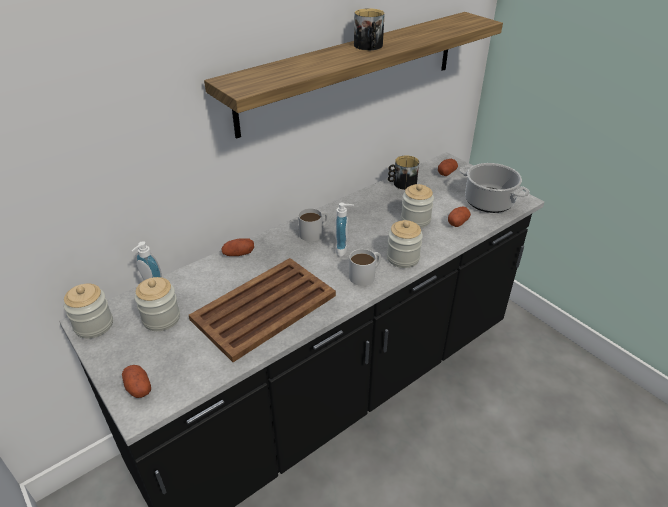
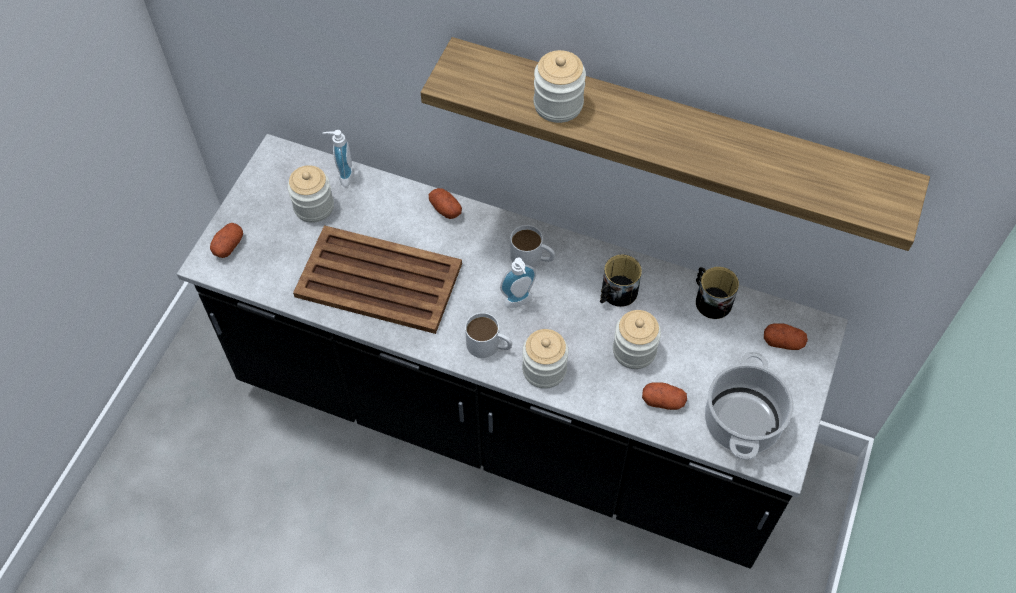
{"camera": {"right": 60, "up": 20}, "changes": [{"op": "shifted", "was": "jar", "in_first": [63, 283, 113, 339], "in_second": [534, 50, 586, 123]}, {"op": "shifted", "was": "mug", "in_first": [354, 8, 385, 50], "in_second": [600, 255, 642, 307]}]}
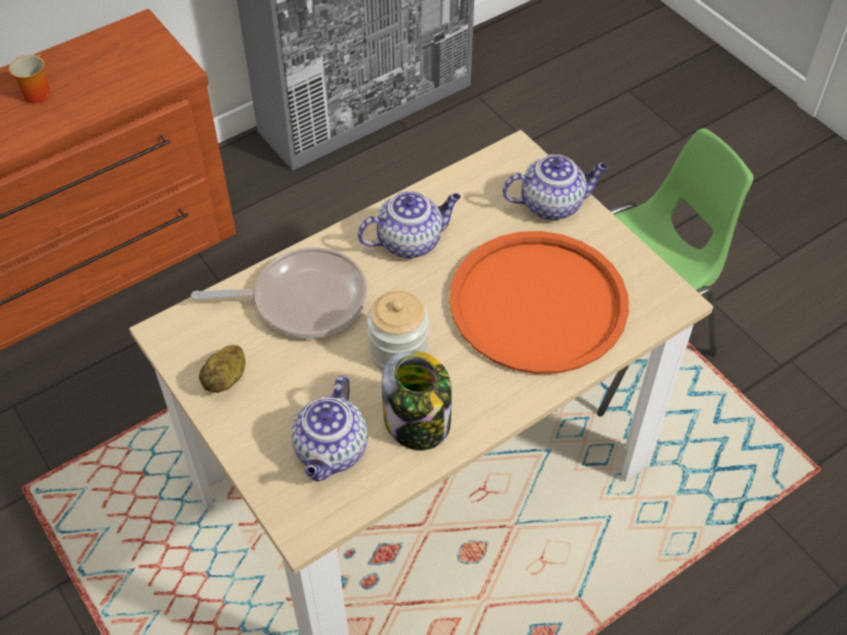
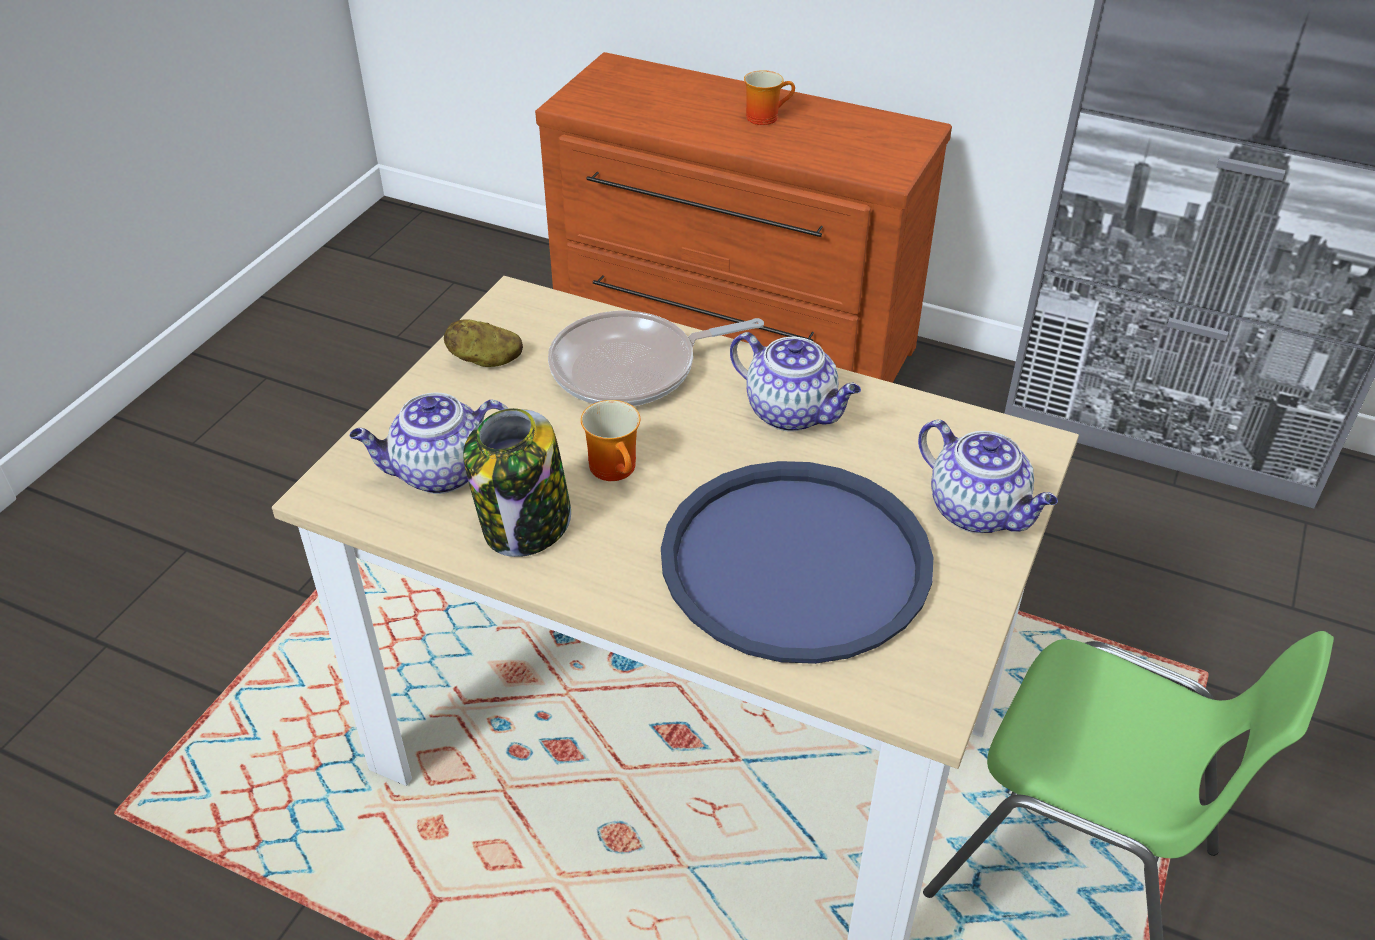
{"camera": {"right": 60, "up": -10}, "changes": [{"op": "rotated", "was": "frying pan", "in_first": [191, 247, 367, 339], "in_second": [548, 311, 764, 406], "clockwise": 105}, {"op": "swapped", "was": "jar", "now": "mug", "in_first": [367, 291, 429, 371], "in_second": [581, 400, 640, 481]}, {"op": "repainted", "was": "orange tray", "now": "blue tray", "in_first": [449, 231, 629, 374], "in_second": [661, 461, 933, 664]}]}
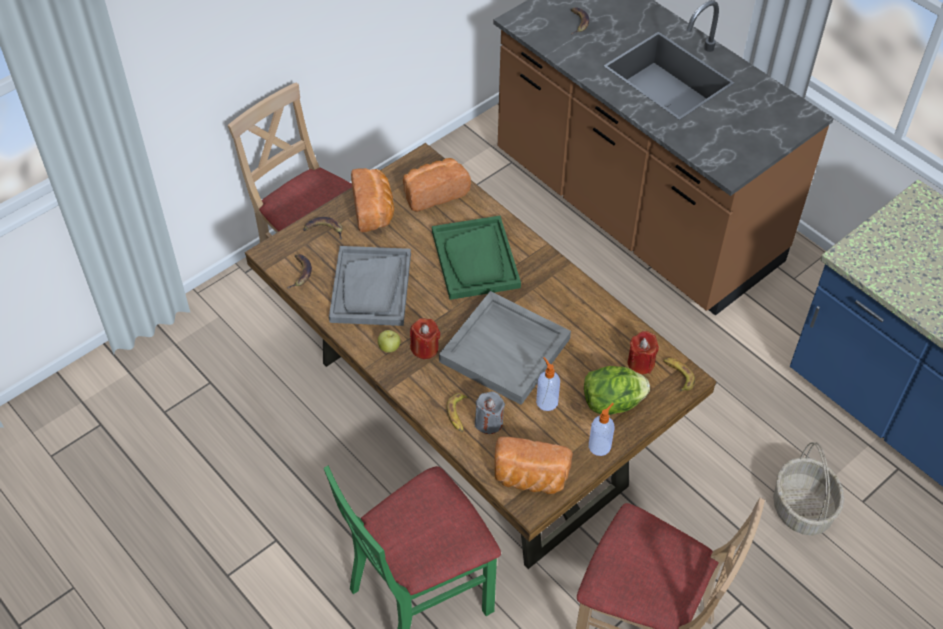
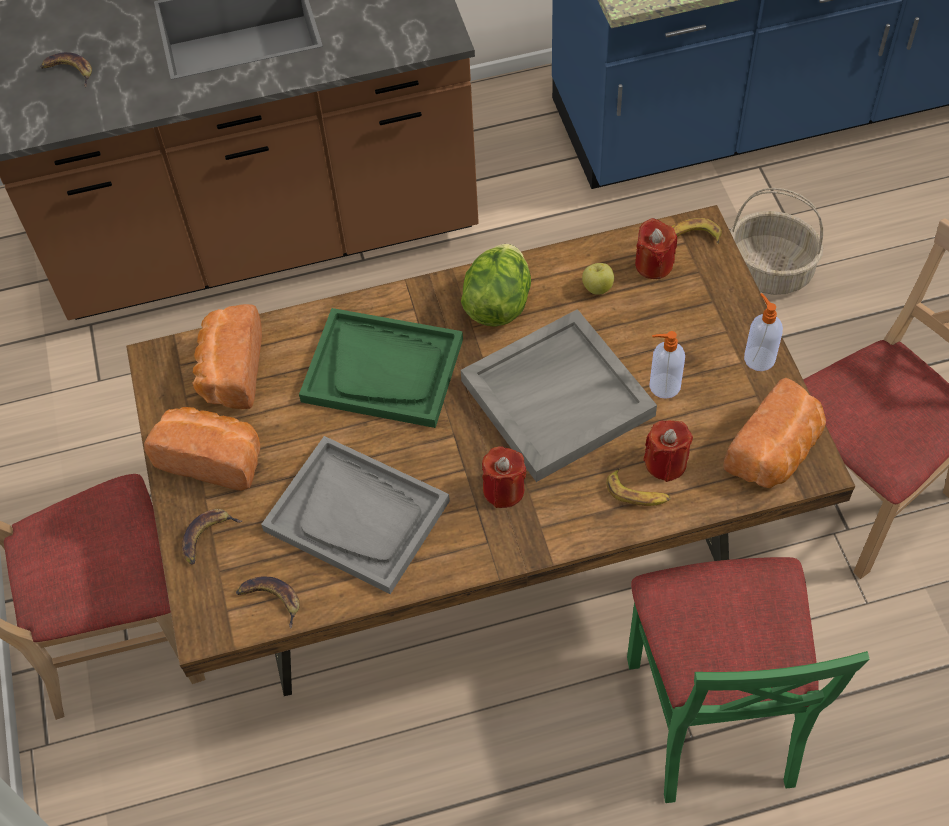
{"camera": {"right": -60, "up": 5}, "changes": [{"op": "shifted", "was": "apple", "in_first": [378, 330, 401, 353], "in_second": [582, 263, 614, 295]}, {"op": "repainted", "was": "grey candle", "now": "red candle", "in_first": [475, 391, 505, 434], "in_second": [643, 420, 693, 482]}, {"op": "shifted", "was": "lettuce", "in_first": [584, 366, 650, 415], "in_second": [461, 244, 531, 327]}]}
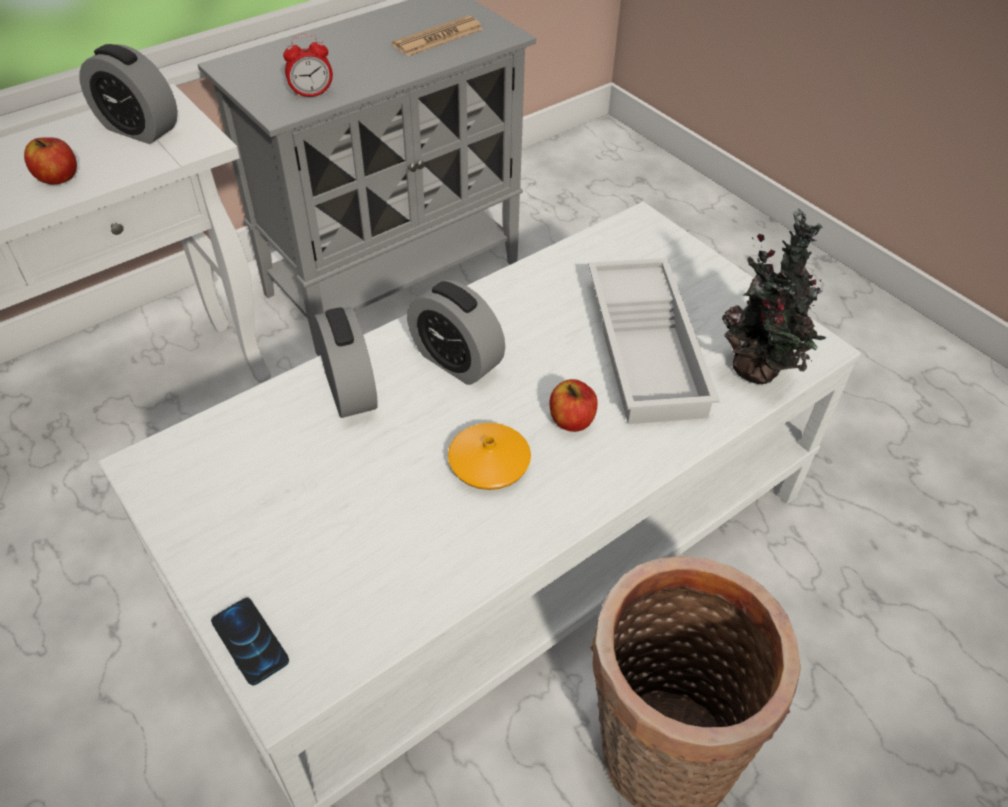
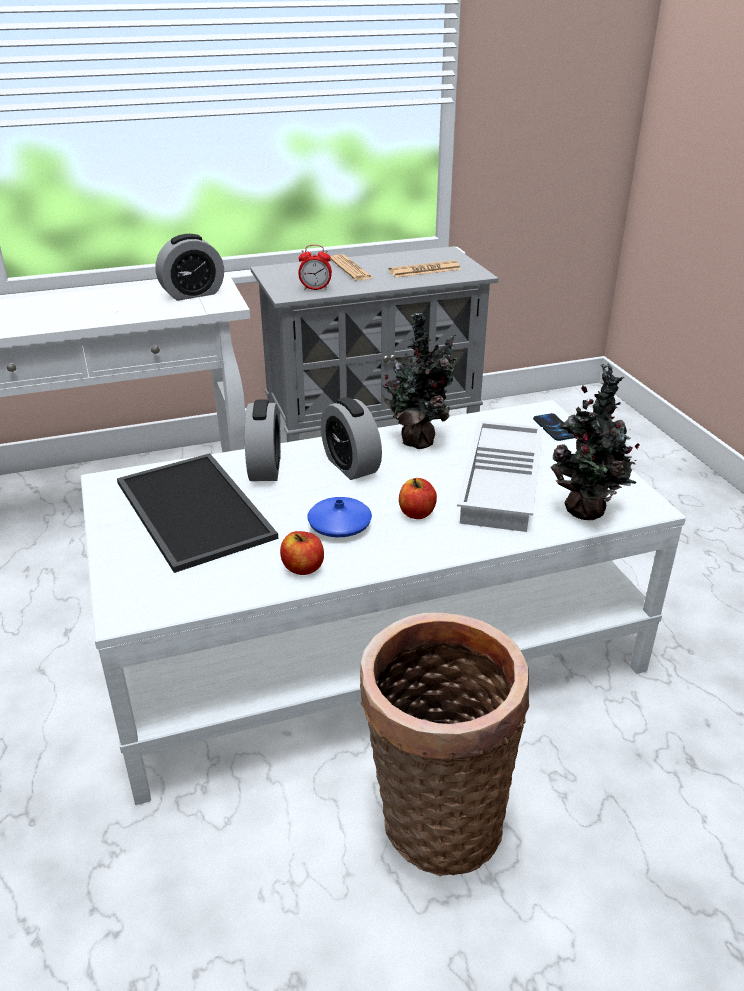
{"camera": {"right": 20, "up": -15}, "changes": [{"op": "shifted", "was": "apple", "in_first": [24, 137, 77, 184], "in_second": [280, 531, 324, 575]}, {"op": "rotated", "was": "alarm clock", "in_first": [79, 44, 178, 144], "in_second": [156, 234, 224, 301], "clockwise": -75}, {"op": "shifted", "was": "phone", "in_first": [211, 597, 289, 685], "in_second": [533, 413, 575, 441]}, {"op": "repainted", "was": "orange vase", "now": "blue vase", "in_first": [448, 423, 531, 490], "in_second": [307, 497, 372, 537]}, {"op": "new", "now": "tray", "in_second": [117, 453, 278, 573]}, {"op": "new", "now": "newspaper", "in_second": [331, 254, 373, 281]}, {"op": "new", "now": "potted plant", "in_second": [381, 312, 457, 449]}]}
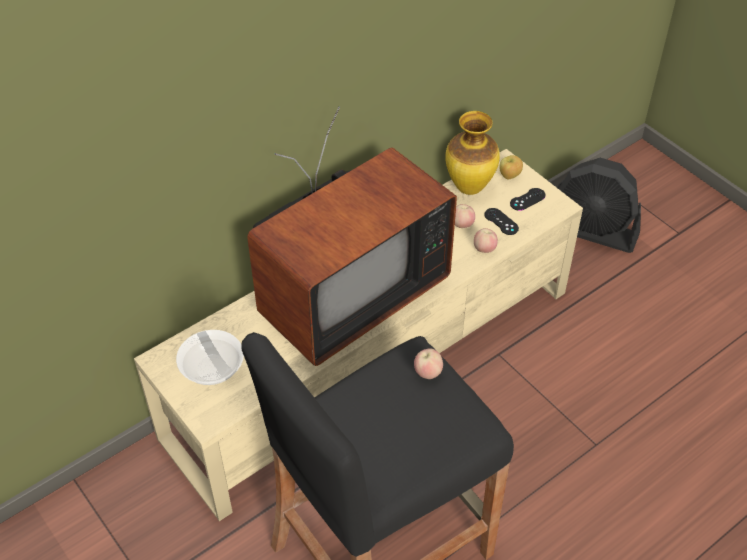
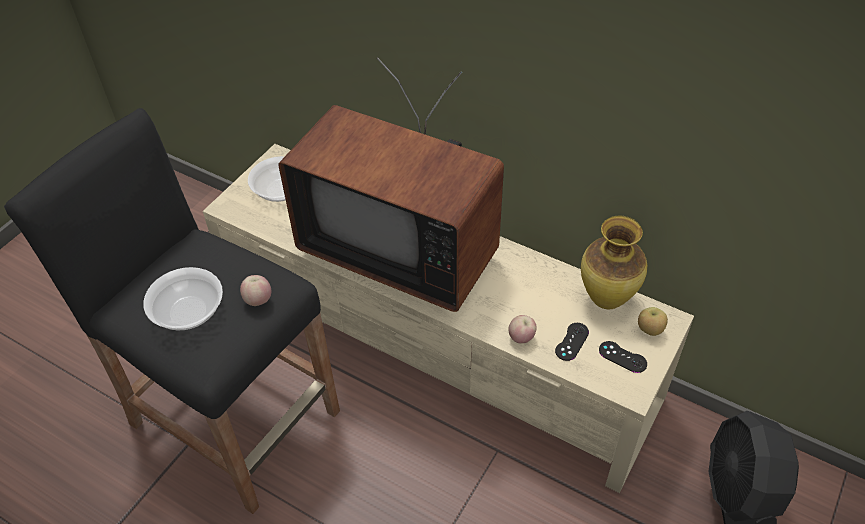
{"camera": {"right": 70, "up": 0}, "changes": [{"op": "gone", "was": "apple", "in_first": [455, 204, 475, 228]}, {"op": "new", "now": "bowl", "in_second": [143, 267, 223, 330]}]}
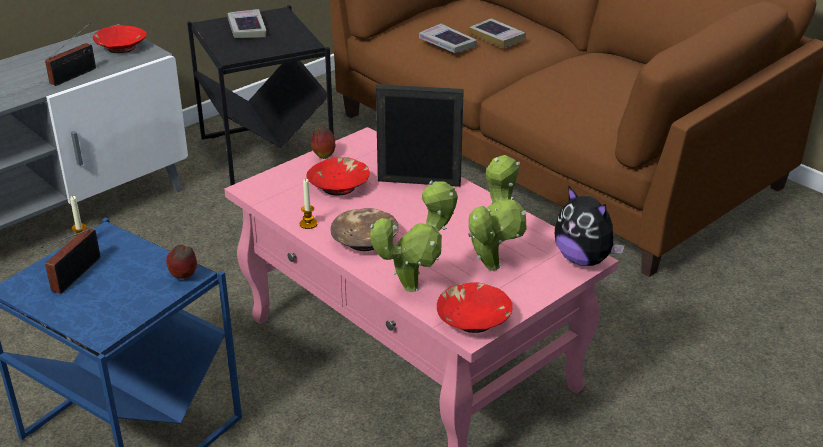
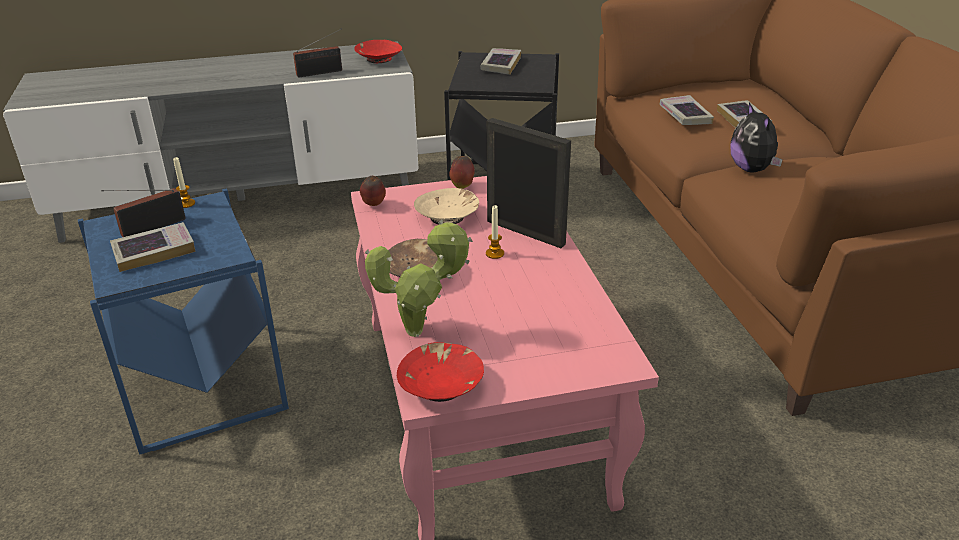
{"camera": {"right": 30, "up": 0}, "changes": [{"op": "shifted", "was": "apple", "in_first": [166, 245, 197, 279], "in_second": [360, 176, 386, 206]}, {"op": "shifted", "was": "candle", "in_first": [300, 179, 318, 229], "in_second": [486, 205, 504, 259]}, {"op": "repainted", "was": "red bowl", "now": "beige bowl", "in_first": [306, 157, 370, 196], "in_second": [414, 188, 479, 225]}, {"op": "gone", "was": "potted plant", "in_first": [468, 155, 527, 271]}, {"op": "shifted", "was": "plush toy", "in_first": [555, 186, 625, 266], "in_second": [731, 103, 783, 173]}, {"op": "new", "now": "book", "in_second": [110, 222, 196, 272]}]}
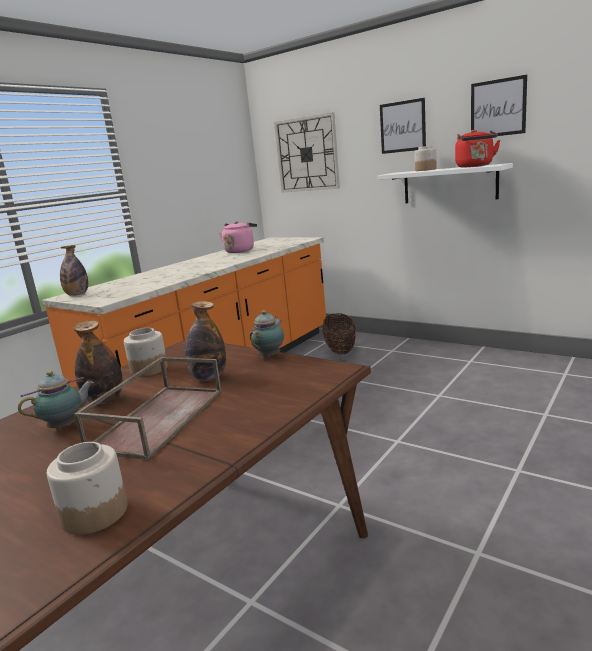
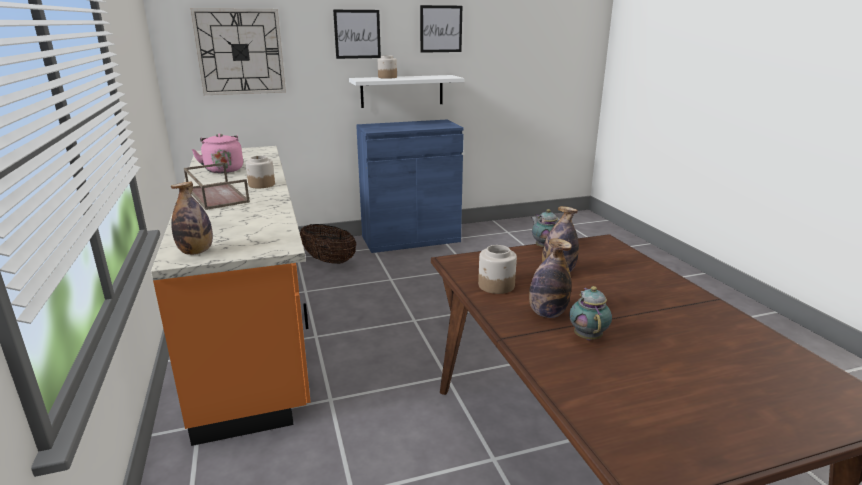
{"camera": {"right": -55, "up": 5}, "changes": [{"op": "shifted", "was": "jar", "in_first": [47, 442, 127, 535], "in_second": [246, 156, 275, 188]}, {"op": "shifted", "was": "brown tray", "in_first": [74, 357, 222, 460], "in_second": [184, 163, 250, 210]}, {"op": "gone", "was": "red kettle", "in_first": [455, 129, 500, 168]}, {"op": "new", "now": "blue cabinet", "in_second": [356, 120, 464, 253]}]}
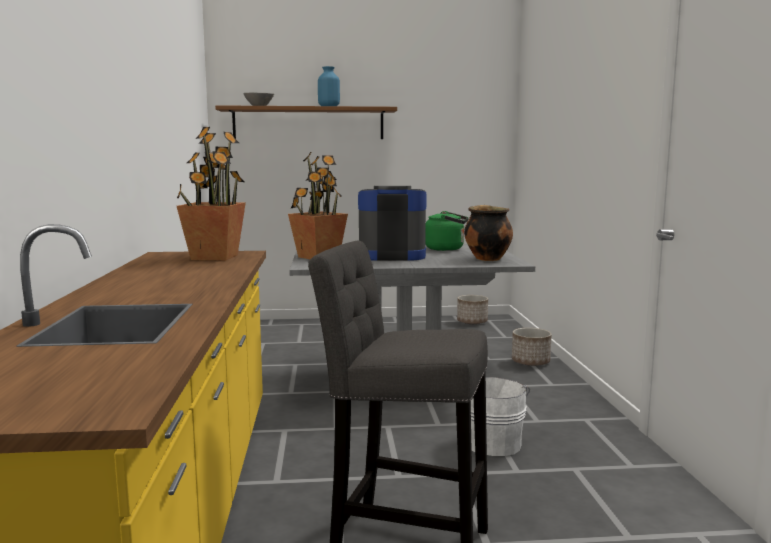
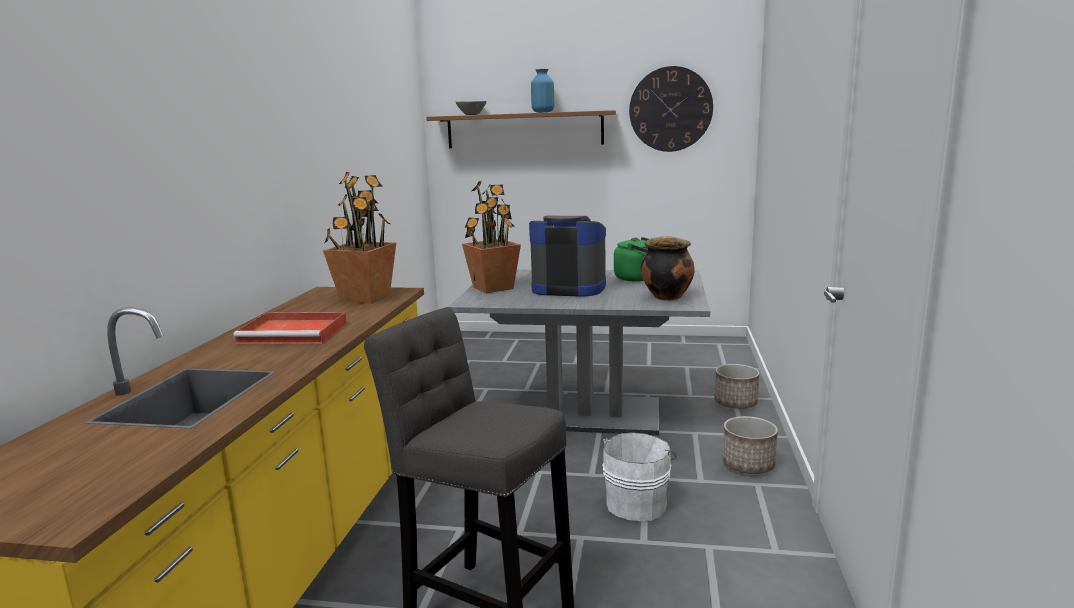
{"camera": {"right": 15, "up": 5}, "changes": [{"op": "shifted", "was": "planter", "in_first": [457, 295, 488, 324], "in_second": [722, 416, 778, 474]}, {"op": "new", "now": "red tray", "in_second": [234, 312, 347, 344]}, {"op": "new", "now": "wall clock", "in_second": [629, 66, 713, 152]}]}
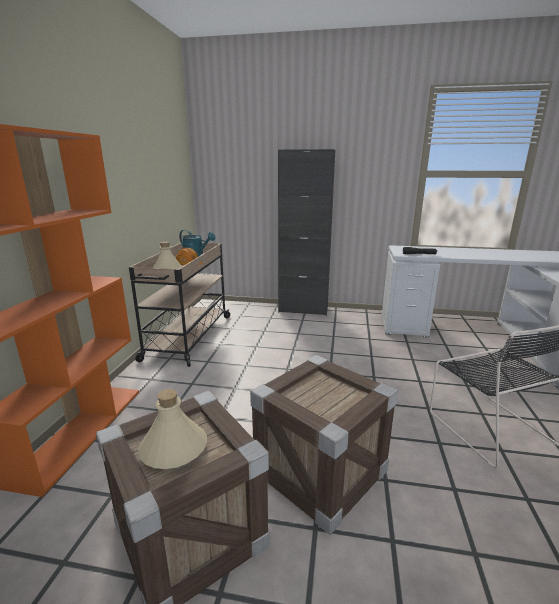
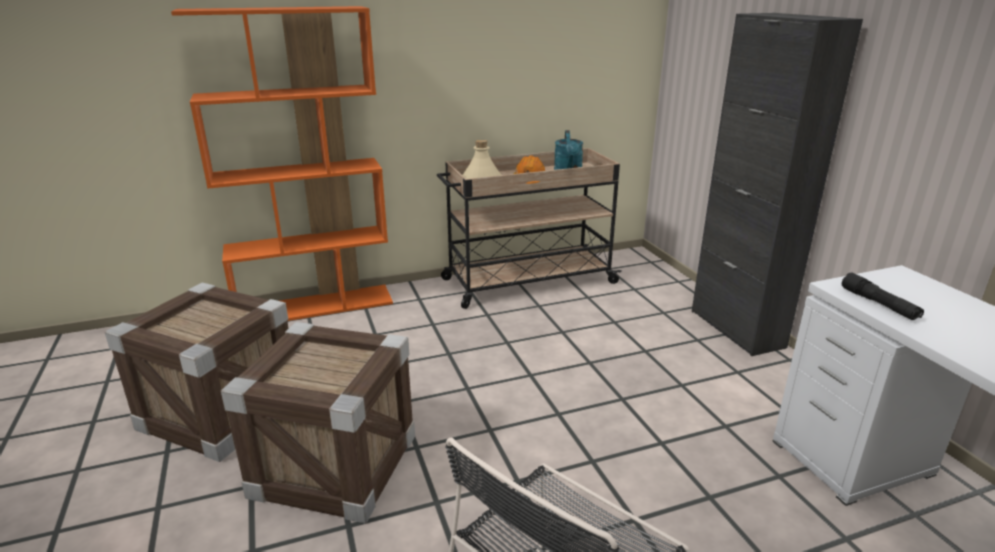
{"camera": {"right": 60, "up": 5}, "changes": [{"op": "gone", "was": "beige bottle", "in_first": [138, 389, 207, 469]}]}
